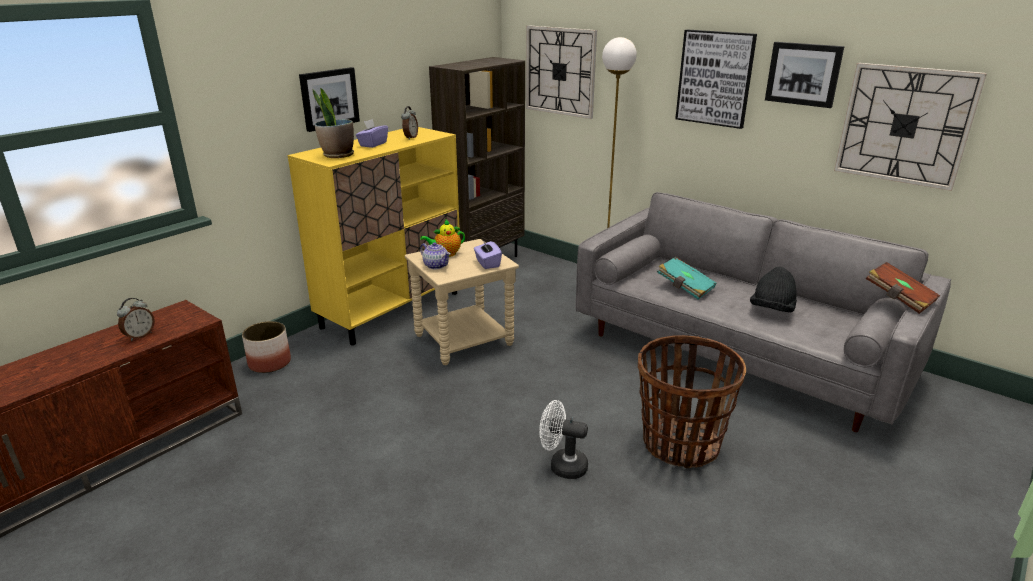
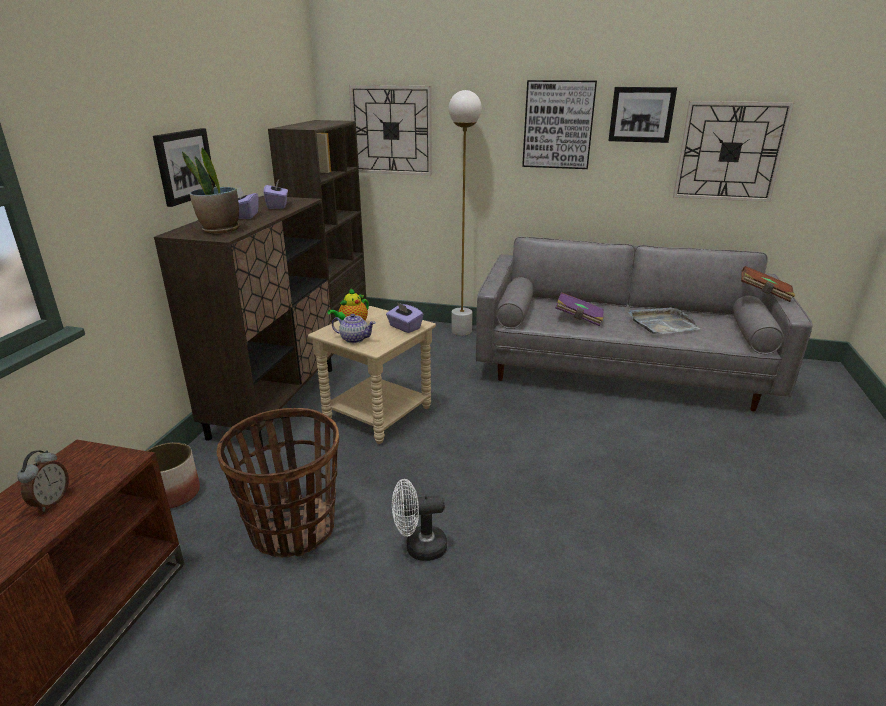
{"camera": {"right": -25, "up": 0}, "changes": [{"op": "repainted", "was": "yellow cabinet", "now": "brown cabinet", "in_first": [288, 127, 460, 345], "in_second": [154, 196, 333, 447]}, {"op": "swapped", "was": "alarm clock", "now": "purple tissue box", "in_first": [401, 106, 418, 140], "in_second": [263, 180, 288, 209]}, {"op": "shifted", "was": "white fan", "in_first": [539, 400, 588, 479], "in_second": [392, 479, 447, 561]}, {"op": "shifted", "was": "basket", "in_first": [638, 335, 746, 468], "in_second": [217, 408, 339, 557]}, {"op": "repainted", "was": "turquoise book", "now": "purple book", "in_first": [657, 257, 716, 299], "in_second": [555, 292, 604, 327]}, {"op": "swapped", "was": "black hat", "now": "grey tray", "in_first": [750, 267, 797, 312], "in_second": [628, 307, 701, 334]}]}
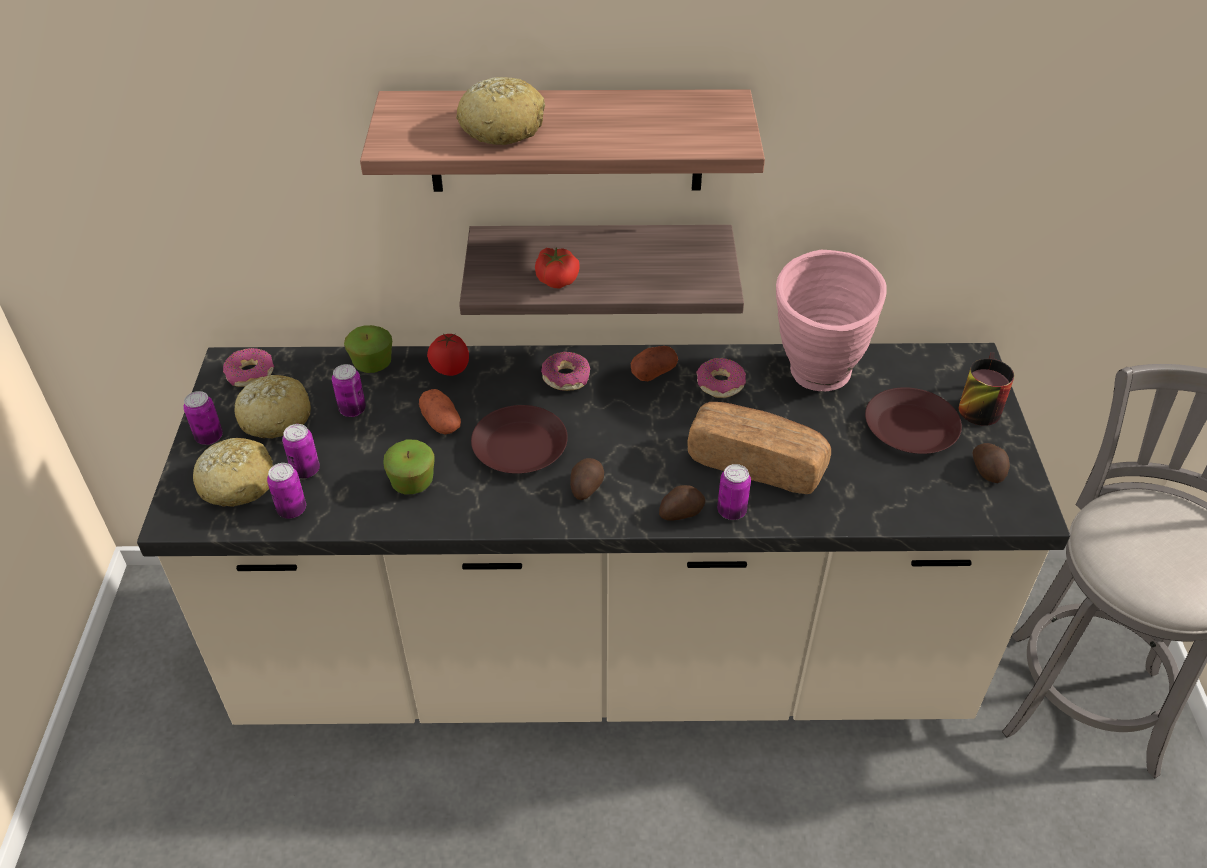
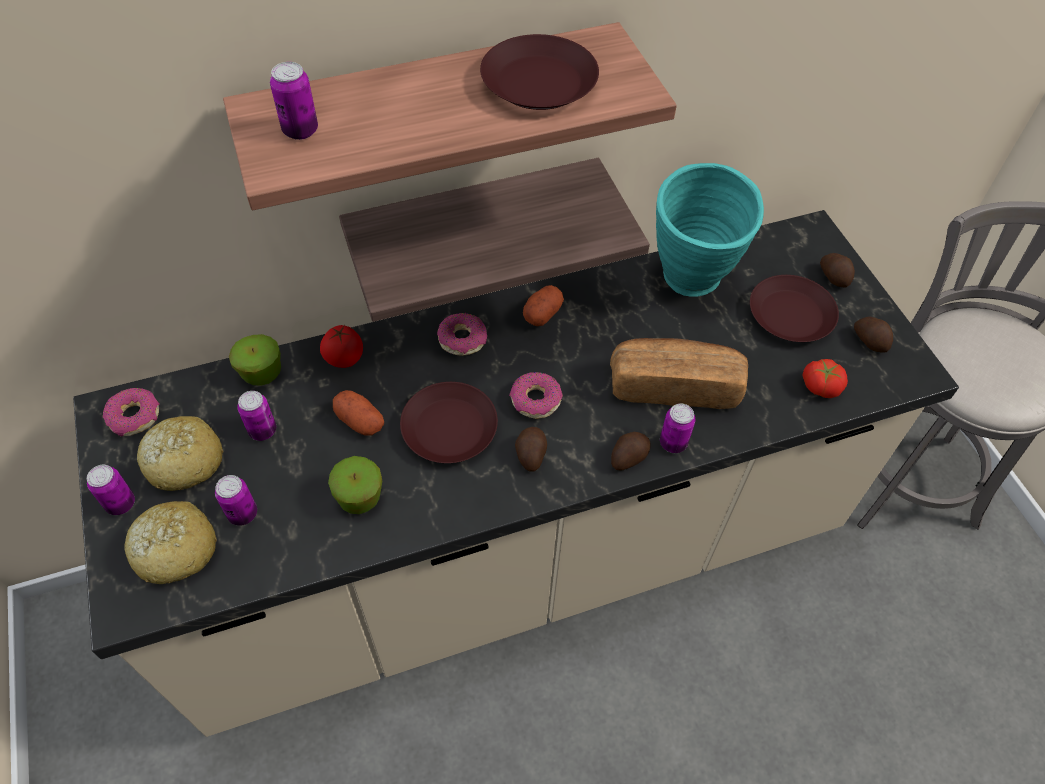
{"camera": {"right": -20, "up": 10}, "changes": [{"op": "shifted", "was": "can", "in_first": [267, 463, 306, 519], "in_second": [270, 62, 318, 140]}, {"op": "gone", "was": "bread", "in_first": [456, 77, 545, 145]}, {"op": "shifted", "was": "tomato", "in_first": [535, 247, 580, 288], "in_second": [802, 359, 848, 398]}, {"op": "shifted", "was": "donut", "in_first": [696, 358, 746, 398], "in_second": [509, 372, 563, 419]}, {"op": "repainted", "was": "pink vase", "now": "turquoise vase", "in_first": [776, 250, 887, 391], "in_second": [656, 163, 764, 297]}, {"op": "swapped", "was": "mug", "now": "potato", "in_first": [959, 352, 1014, 426], "in_second": [820, 253, 855, 287]}, {"op": "new", "now": "brown plate", "in_second": [480, 34, 599, 110]}]}
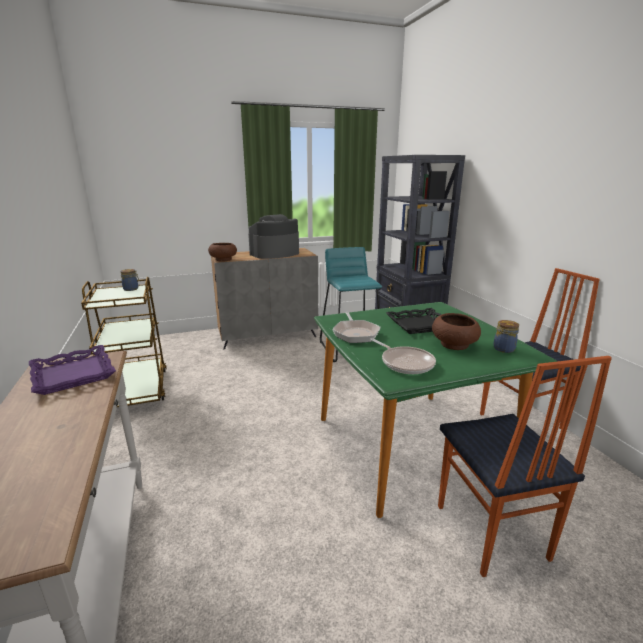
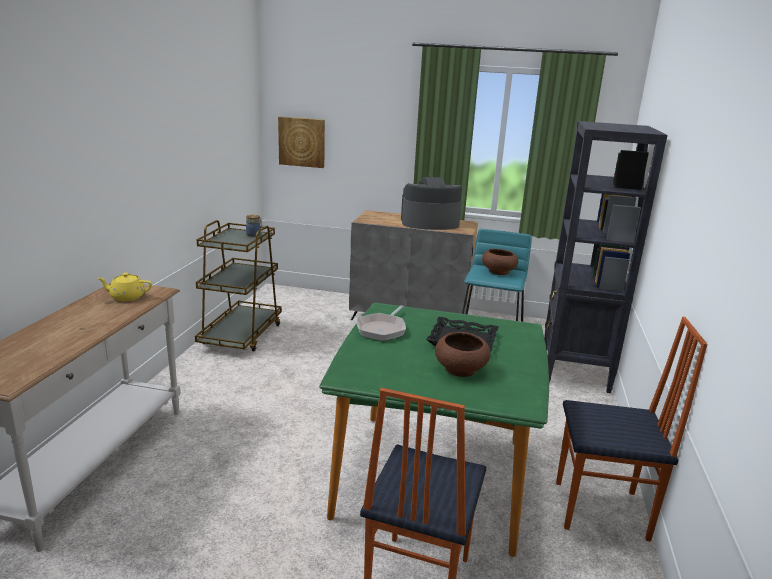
{"camera": {"right": 30, "up": 0}, "changes": [{"op": "swapped", "was": "purple tray", "now": "yellow teapot", "in_first": [29, 345, 116, 395], "in_second": [97, 273, 152, 301]}, {"op": "shifted", "was": "brown bowl", "in_first": [208, 243, 237, 261], "in_second": [482, 249, 518, 275]}, {"op": "gone", "was": "frying pan", "in_first": [370, 338, 436, 374]}, {"op": "gone", "was": "jar", "in_first": [493, 320, 519, 353]}, {"op": "new", "now": "picture", "in_second": [278, 117, 325, 168]}]}
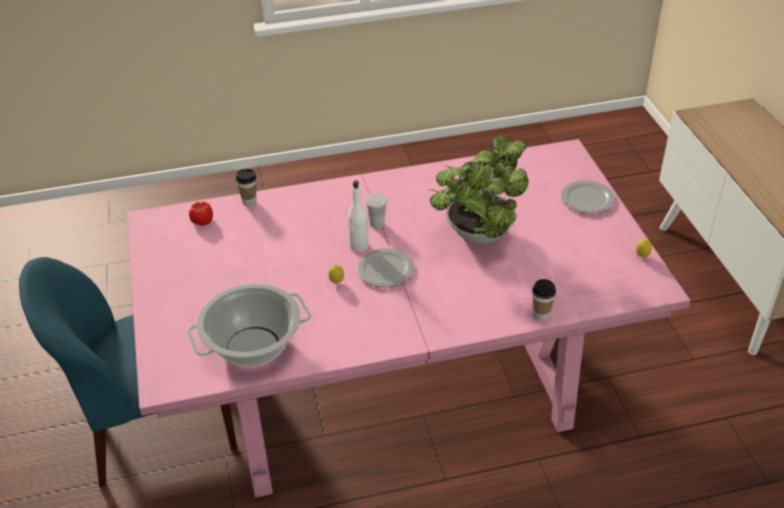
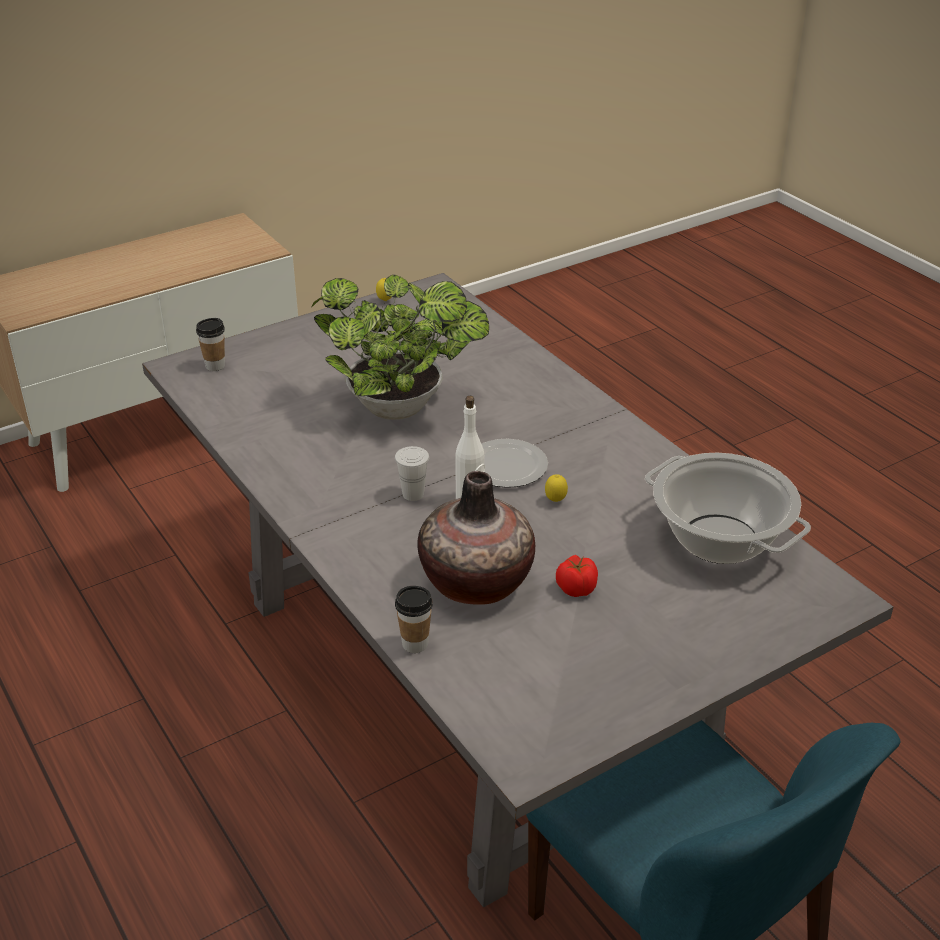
{"camera": {"right": -110, "up": -5}, "changes": [{"op": "repainted", "was": "pink dining table", "now": "grey dining table", "in_first": [127, 139, 691, 497], "in_second": [142, 273, 893, 907]}, {"op": "shifted", "was": "tomato", "in_first": [189, 201, 213, 226], "in_second": [556, 555, 598, 597]}, {"op": "shifted", "was": "cup", "in_first": [532, 279, 556, 321], "in_second": [196, 318, 225, 371]}, {"op": "gone", "was": "plate", "in_first": [561, 180, 615, 214]}, {"op": "new", "now": "vase", "in_second": [417, 471, 535, 605]}]}
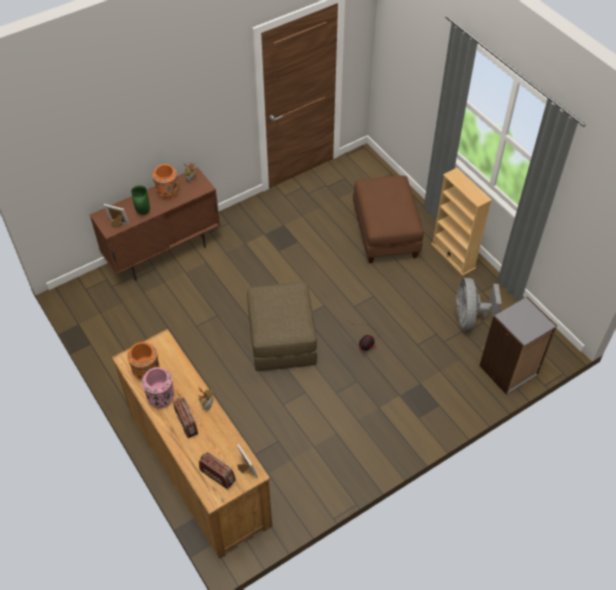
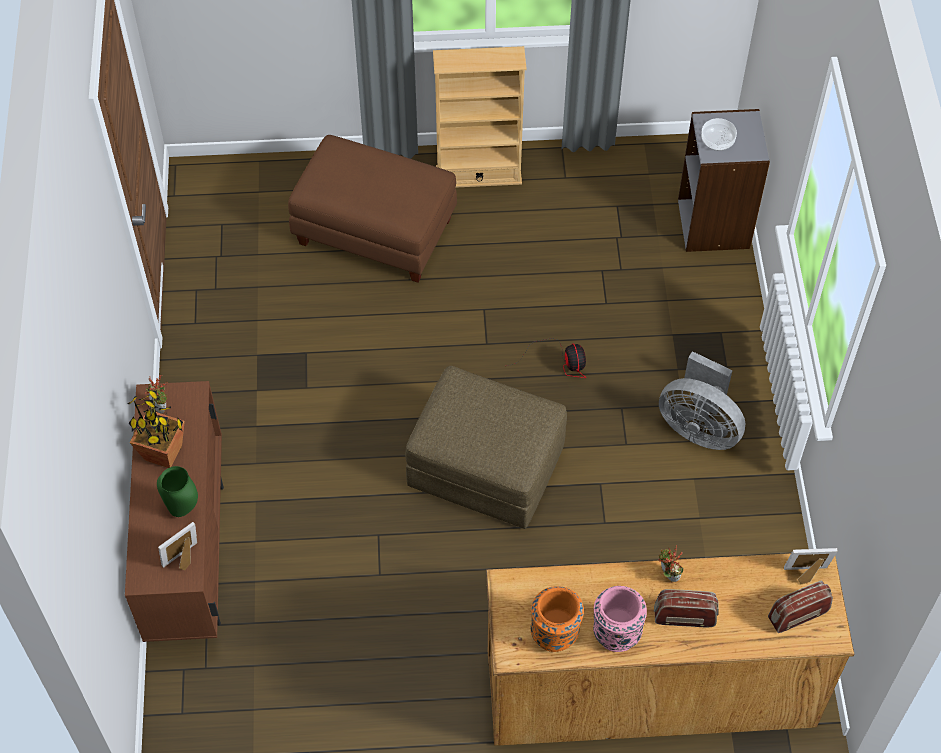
{"camera": {"right": -60, "up": 5}, "changes": [{"op": "swapped", "was": "orange vase", "now": "potted plant", "in_first": [152, 164, 179, 199], "in_second": [127, 389, 185, 468]}, {"op": "shifted", "was": "grey fan", "in_first": [456, 278, 502, 329], "in_second": [659, 351, 745, 450]}, {"op": "new", "now": "bowl", "in_second": [701, 118, 737, 151]}]}
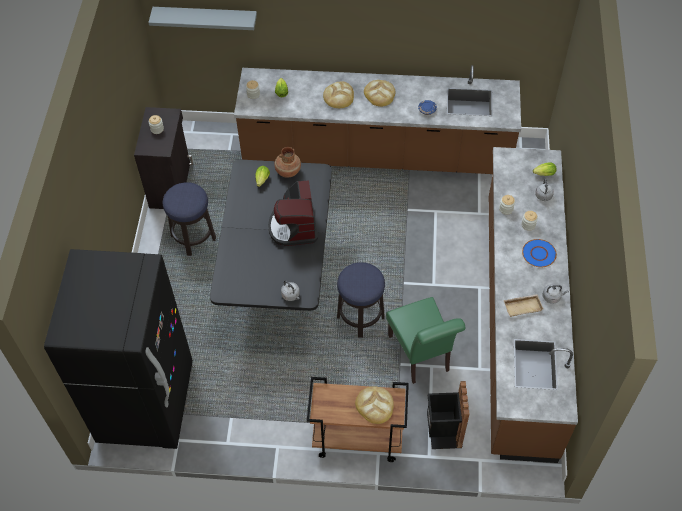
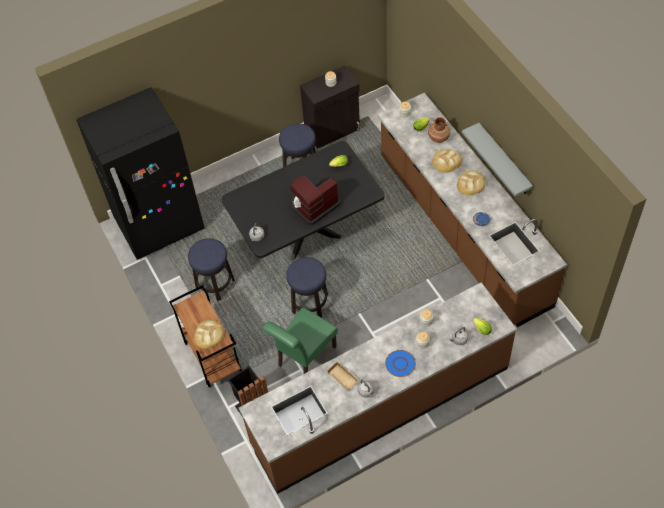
{"camera": {"right": 60, "up": 0}, "changes": [{"op": "shifted", "was": "grey shelf", "in_first": [148, 7, 257, 30], "in_second": [462, 123, 533, 197]}, {"op": "shifted", "was": "brown vase", "in_first": [274, 147, 301, 178], "in_second": [428, 117, 450, 143]}, {"op": "new", "now": "stool", "in_second": [188, 238, 235, 301]}]}
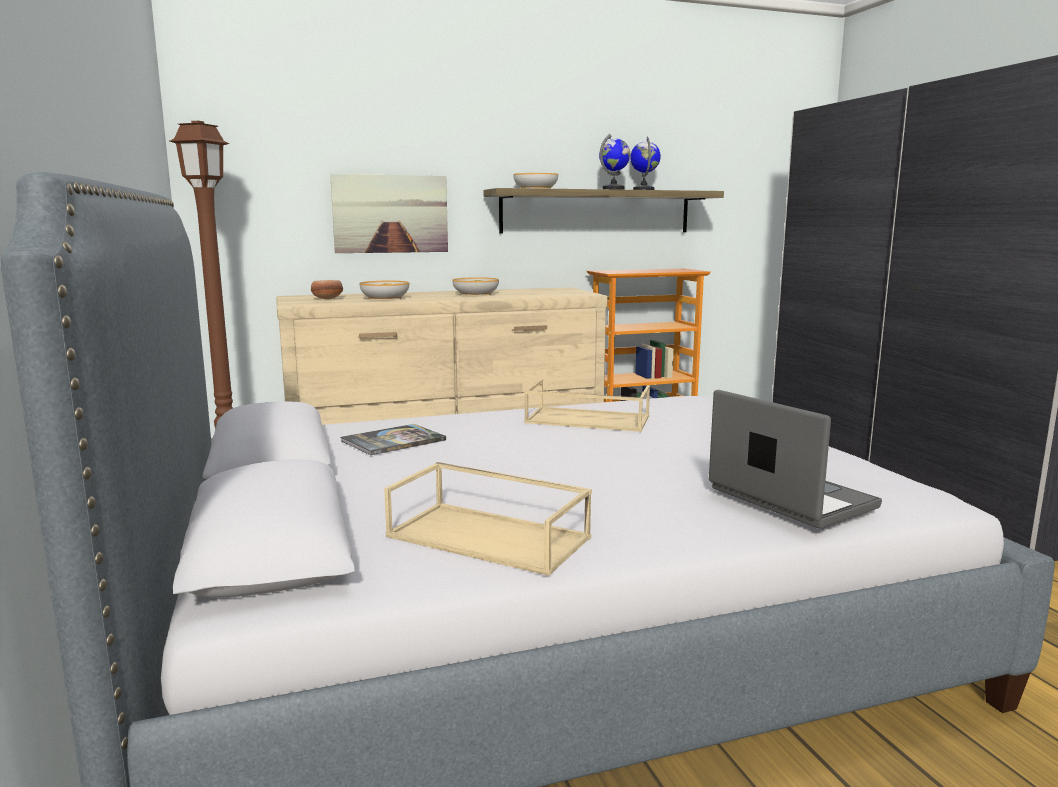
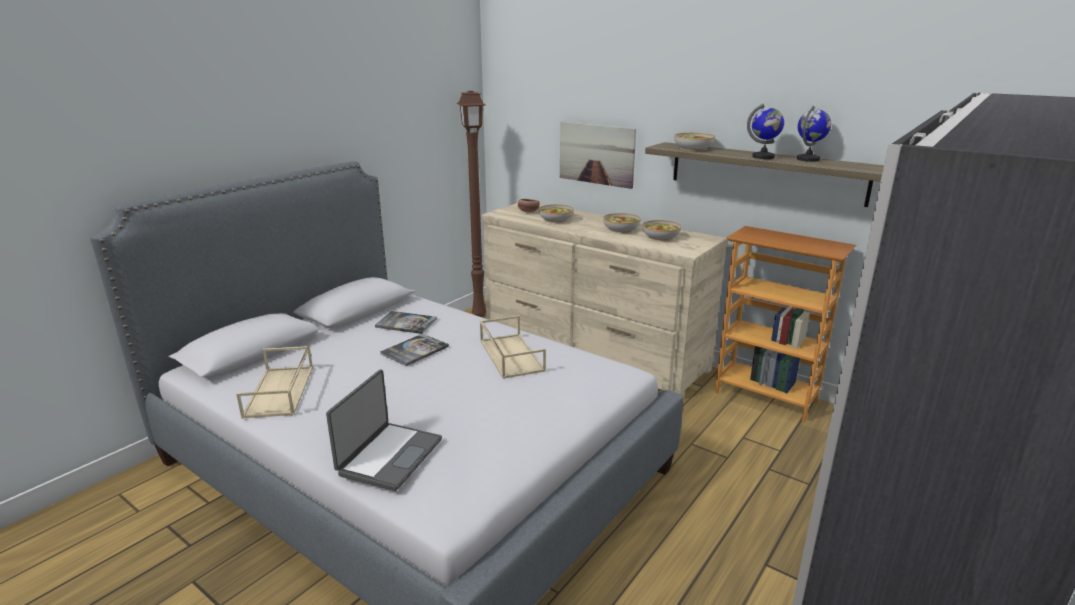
{"camera": {"right": 55, "up": 10}, "changes": [{"op": "new", "now": "book", "in_second": [380, 334, 449, 366]}, {"op": "new", "now": "bowl", "in_second": [642, 220, 681, 241]}]}
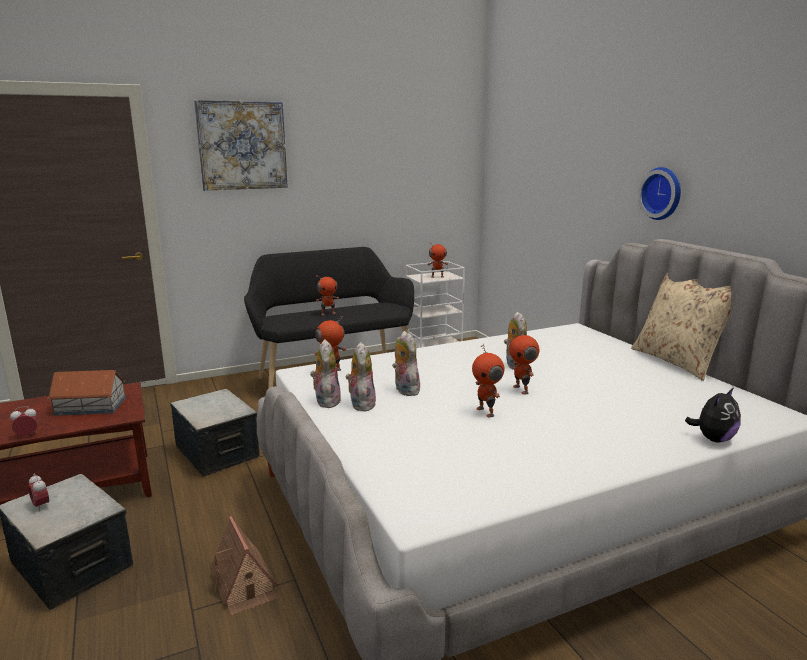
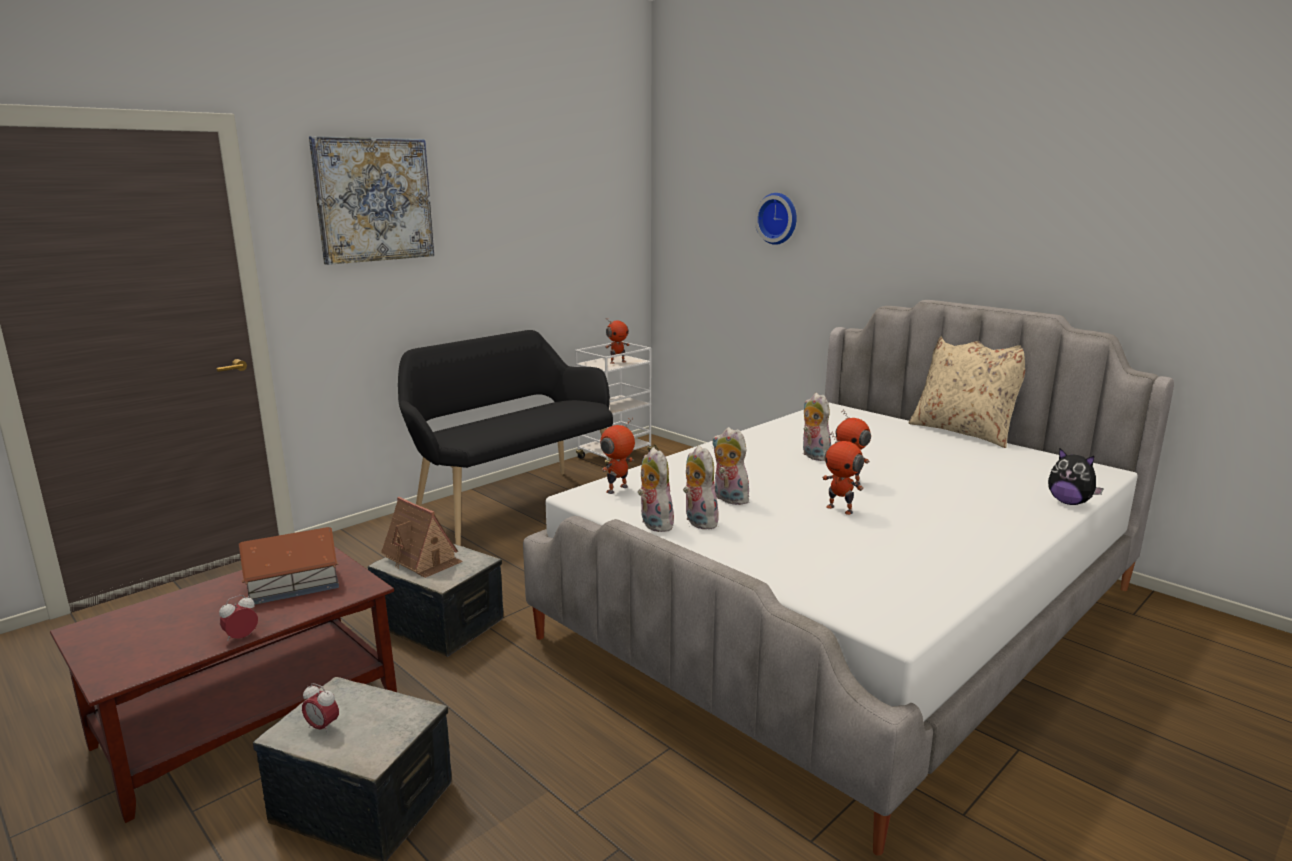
{"camera": {"right": -20, "up": 0}, "changes": [{"op": "shifted", "was": "toy house", "in_first": [210, 516, 277, 616], "in_second": [381, 497, 463, 578]}, {"op": "gone", "was": "toy robot", "in_first": [316, 274, 339, 315]}, {"op": "shifted", "was": "wall clock", "in_first": [638, 167, 681, 220], "in_second": [755, 193, 797, 245]}, {"op": "rotated", "was": "plush toy", "in_first": [685, 387, 741, 443], "in_second": [1048, 448, 1104, 505], "clockwise": 105}]}
